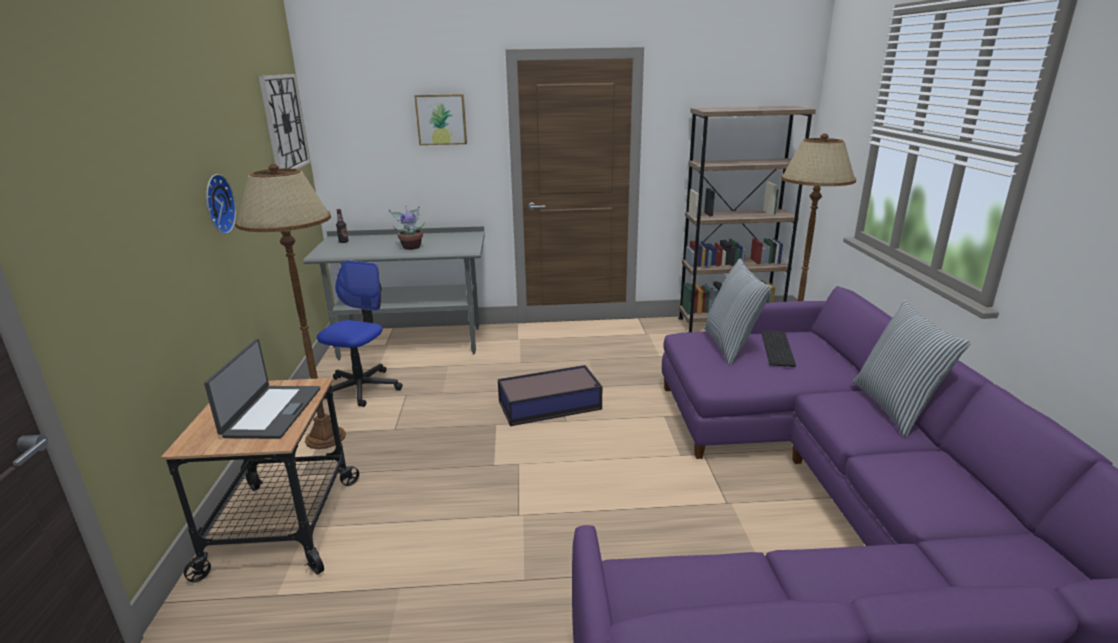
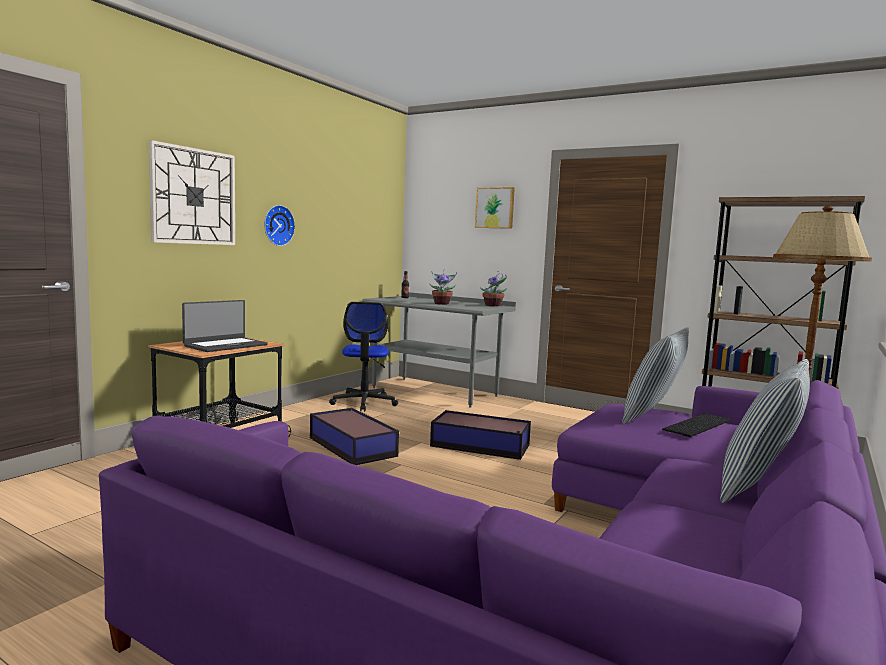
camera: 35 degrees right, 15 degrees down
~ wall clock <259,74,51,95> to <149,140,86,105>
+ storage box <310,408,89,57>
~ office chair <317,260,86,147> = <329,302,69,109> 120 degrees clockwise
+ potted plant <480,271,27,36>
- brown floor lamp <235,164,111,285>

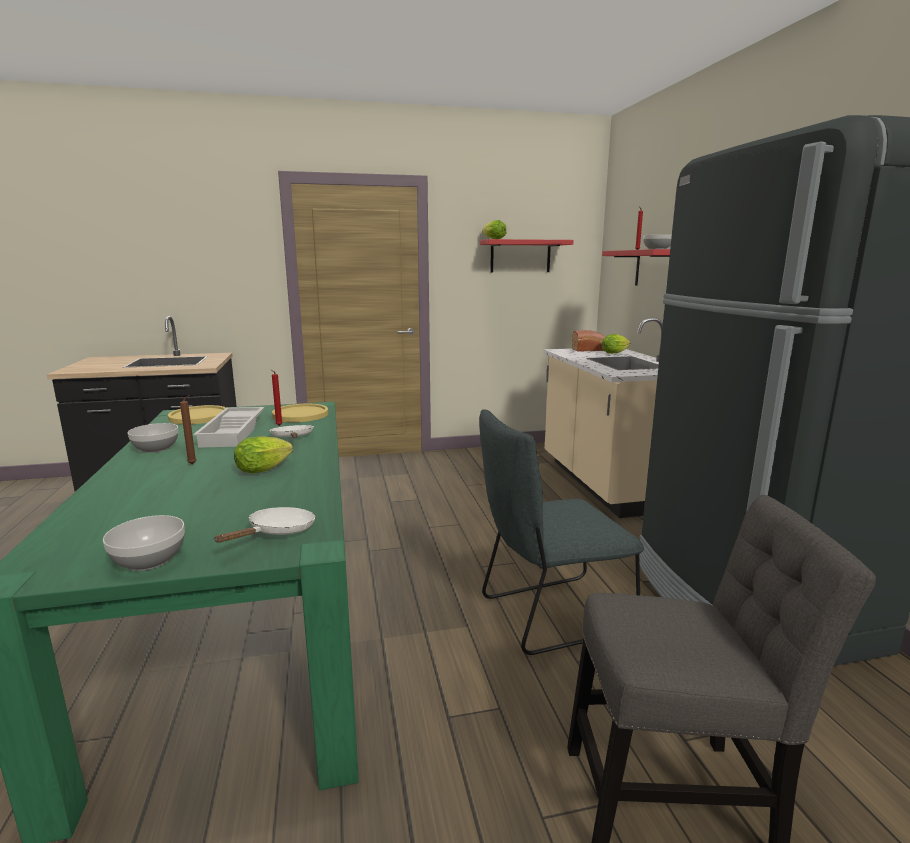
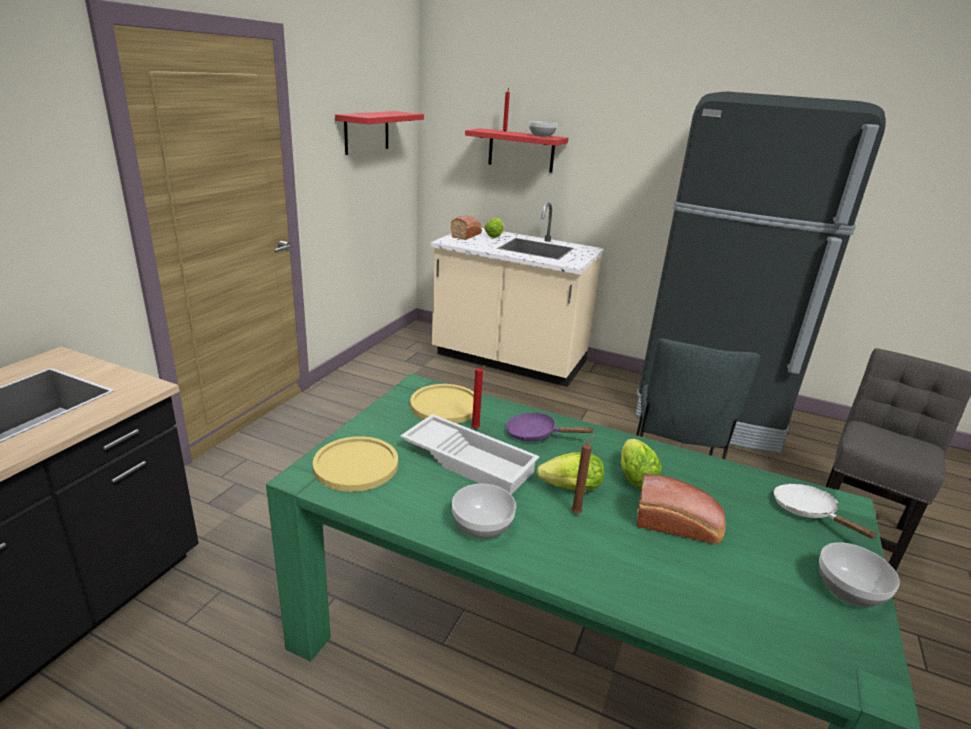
camera: 55 degrees left, 10 degrees up
~ white frying pan <269,425,45,13> to purple frying pan <506,412,88,29>
~ lettuce <482,220,24,19> to <536,452,68,39>
+ bread <637,474,89,70>

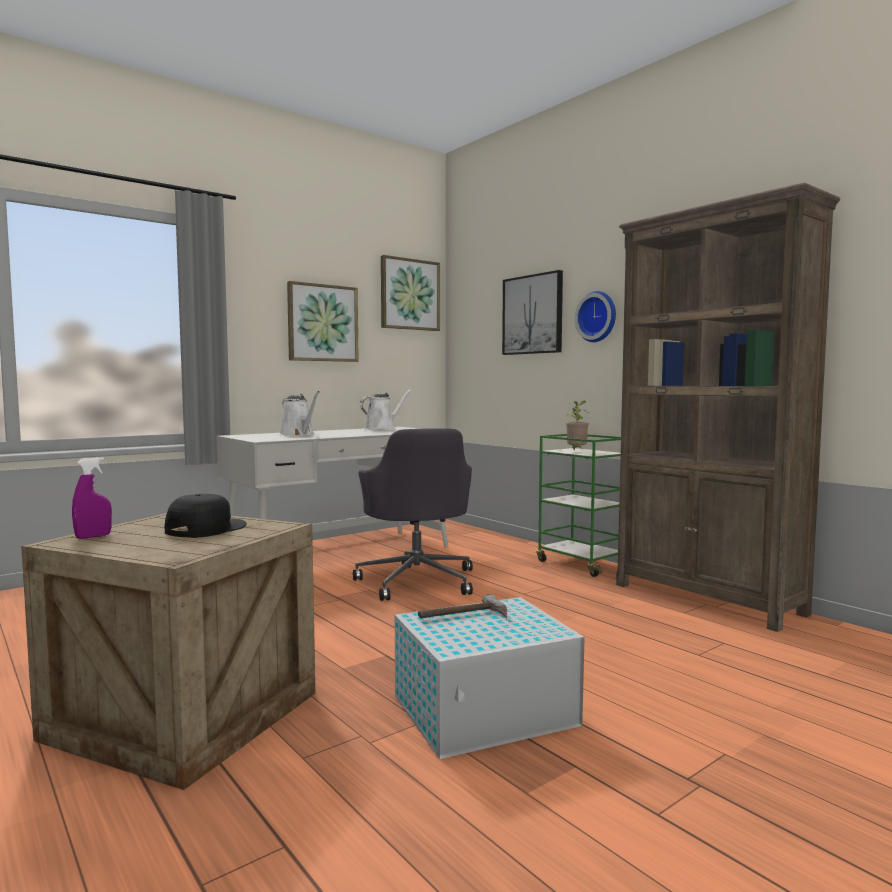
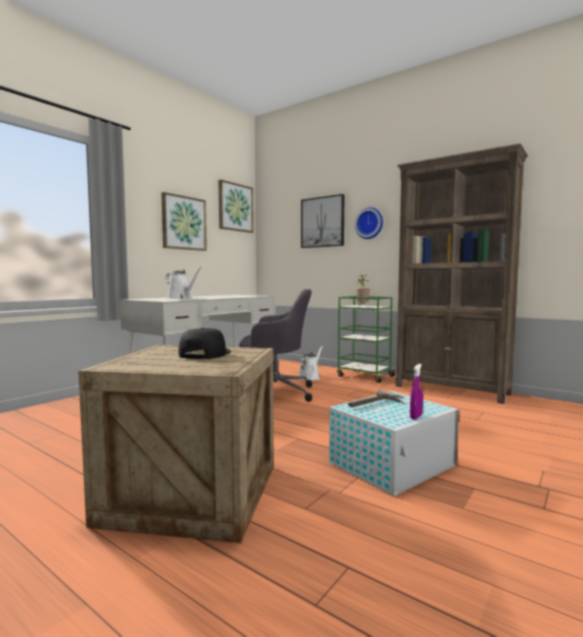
camera: 15 degrees left, 0 degrees up
~ grey office chair <353,428,120,173> = <239,289,73,113> 60 degrees counterclockwise
~ white watering can <360,389,52,41> to <299,346,24,35>
~ purple spray bottle <72,457,40,82> to <410,364,13,56>

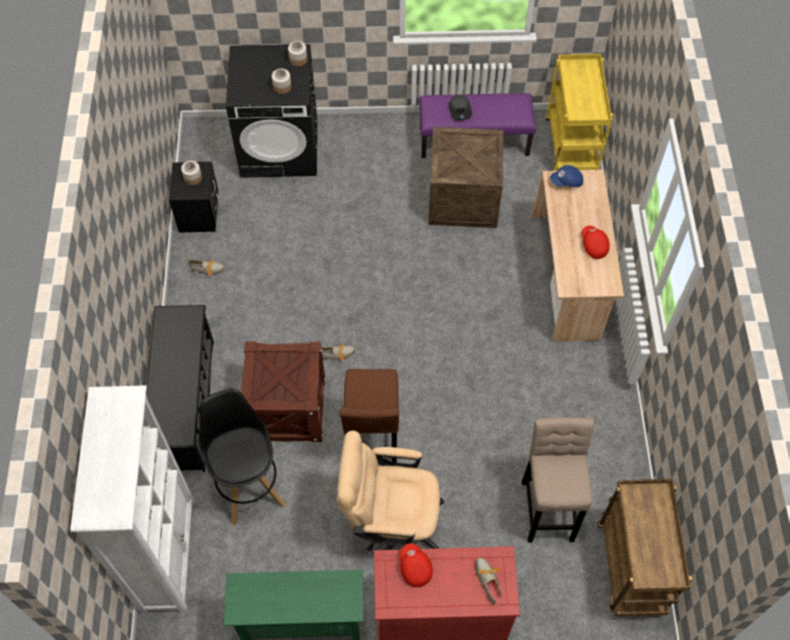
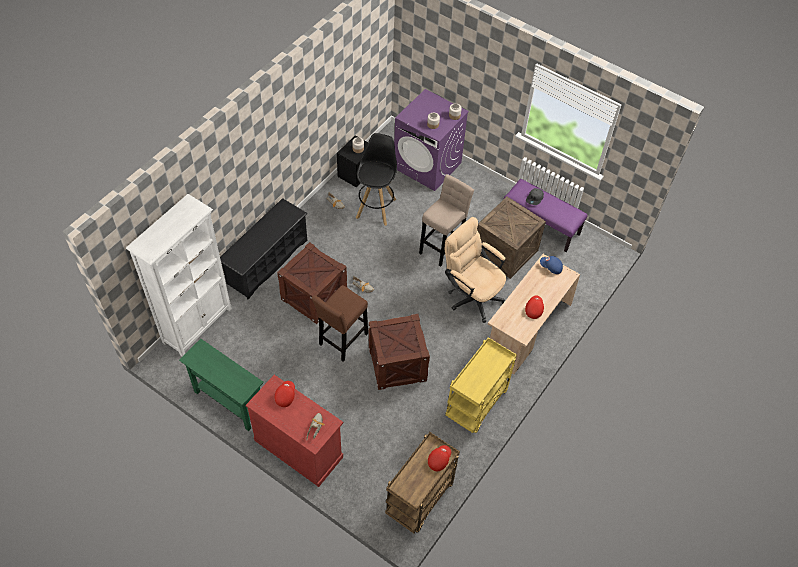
camera: 35 degrees right, 5 degrees down
~ black stool <199,389,86,137> to <356,133,41,93>
+ crate <368,314,62,76>
~ black washing machine <226,44,91,134> to purple washing machine <394,89,75,102>
~ beige stool <522,417,72,126> to <419,174,55,93>
+ red cap <428,445,23,26>
~ beige office chair <337,430,108,121> to <445,217,61,106>
~ yellow cart <546,54,67,117> to <445,337,72,96>

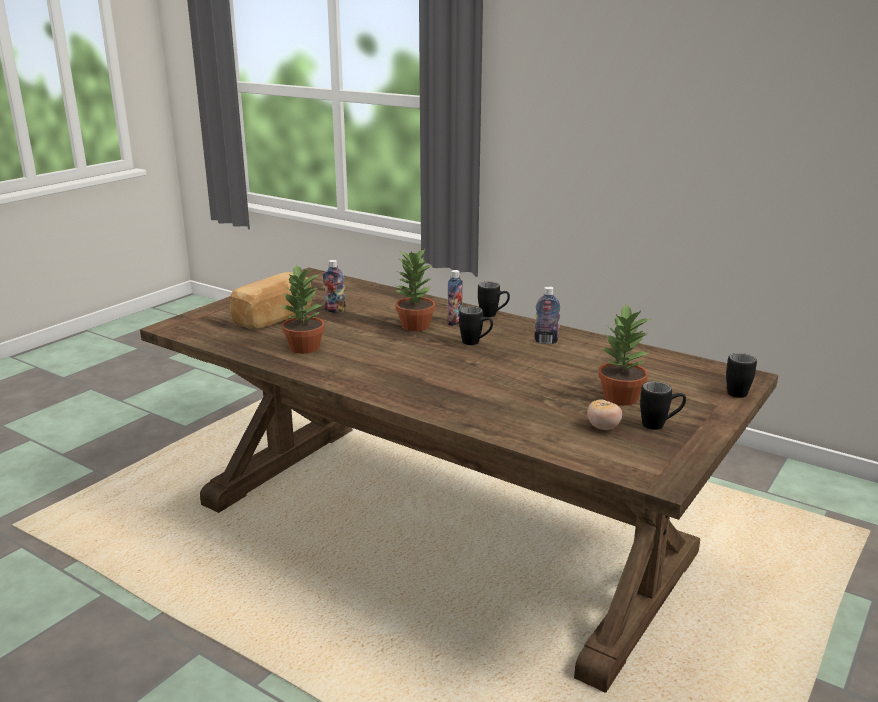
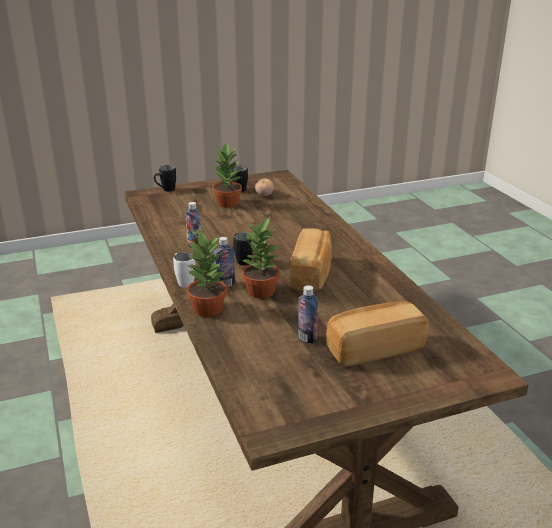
camera: 145 degrees left, 5 degrees up
~ black mug <478,282,32,35> to white mug <173,252,23,36>
~ potted plant <281,264,44,90> to <187,231,40,86>
+ bread <289,228,43,63>

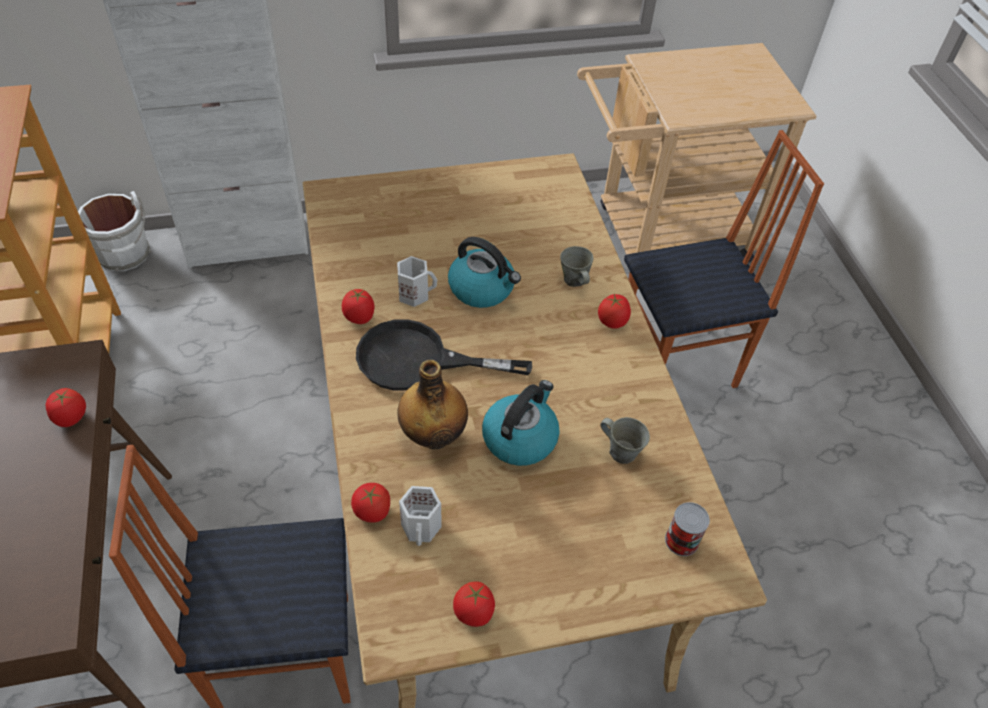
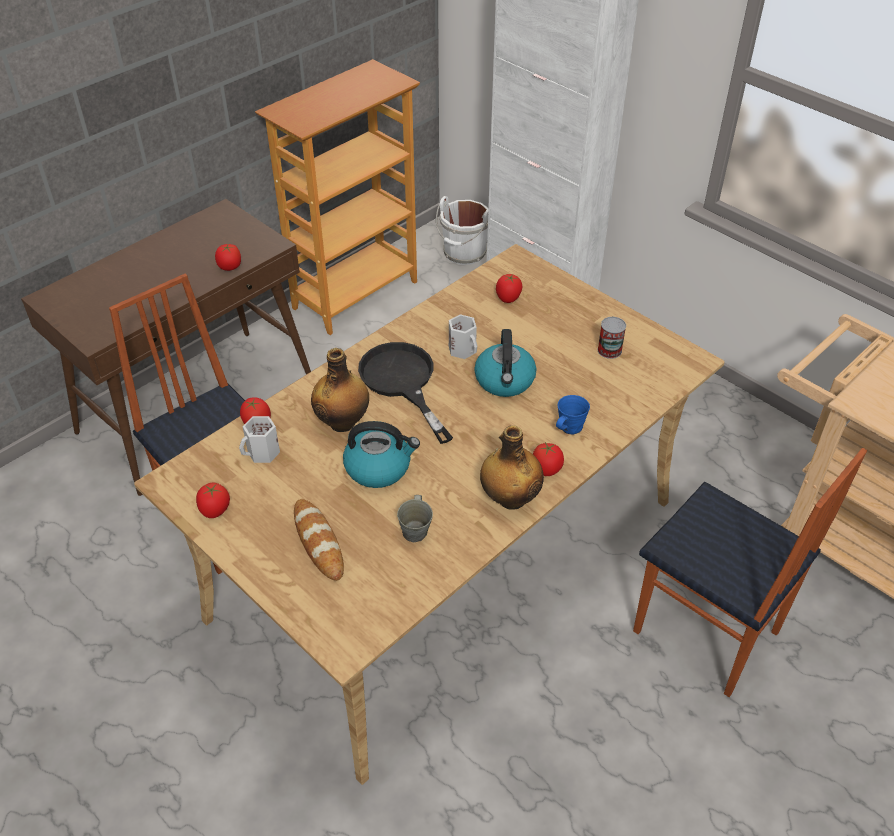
camera: 60 degrees right, 5 degrees down
+ bread <294,499,50,82>
+ bottle <480,425,64,85>
~ tomato <342,289,32,35> to <496,274,27,29>
~ grey mug <560,246,33,41> to blue mug <556,395,34,40>
~ can <665,502,45,54> to <597,317,29,42>

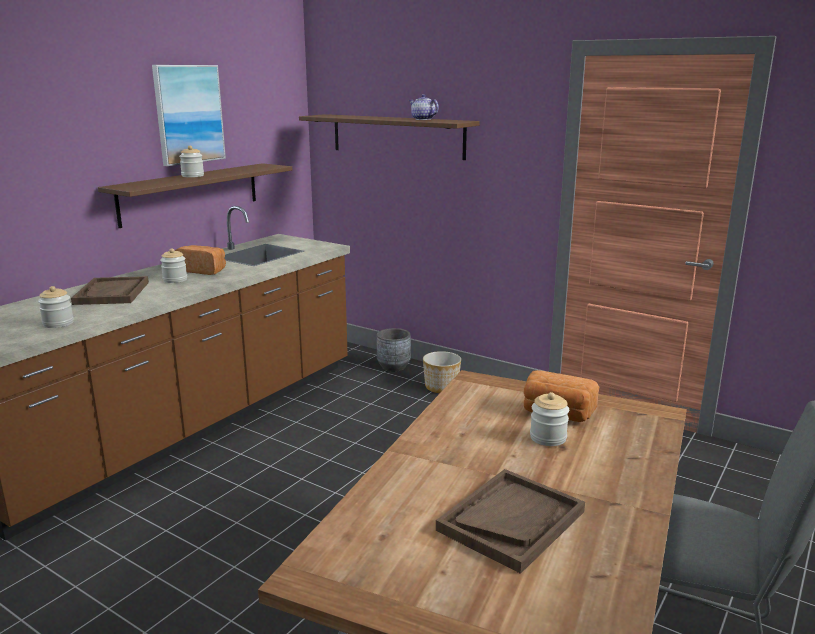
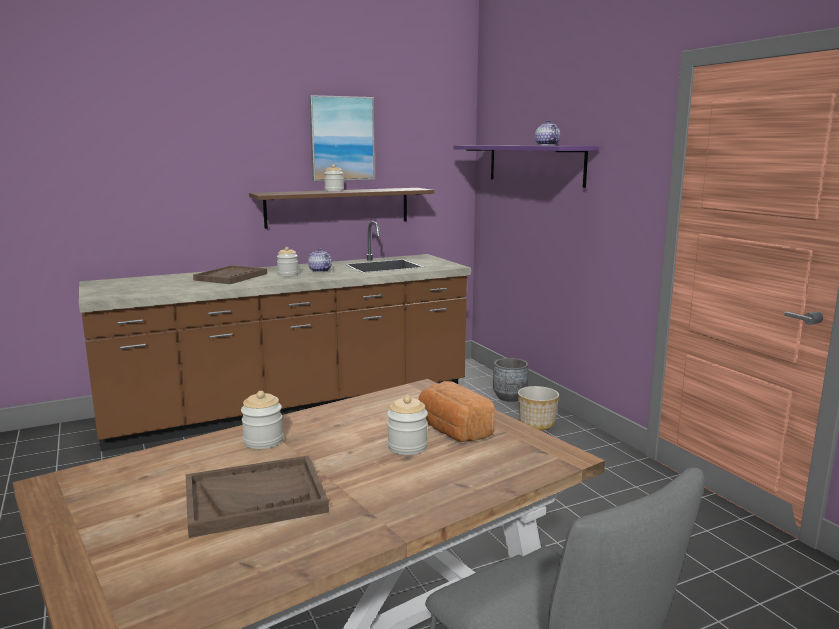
camera: 30 degrees right, 5 degrees down
~ jar <38,286,36,42> to <241,391,42,58>
~ bread <175,245,51,30> to teapot <308,248,24,24>
~ brown shelf <299,114,181,46> to purple shelf <453,145,146,43>

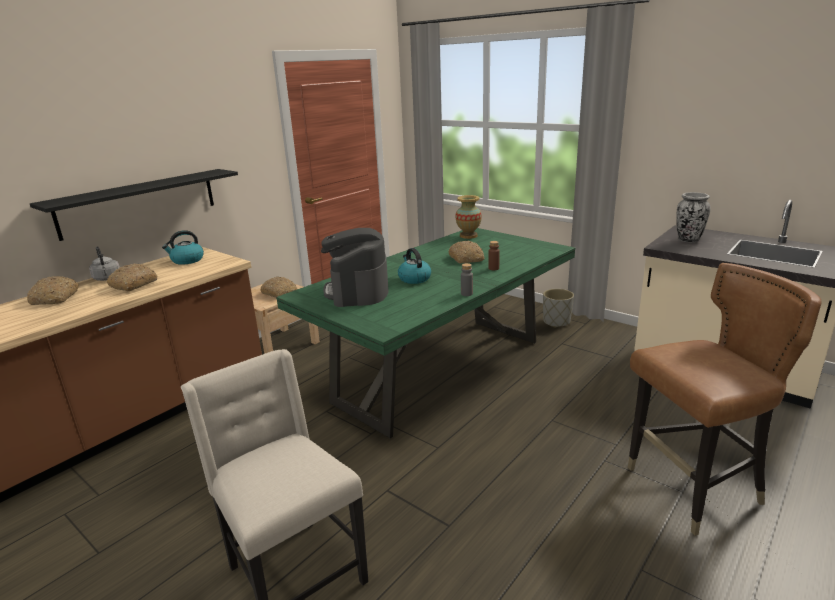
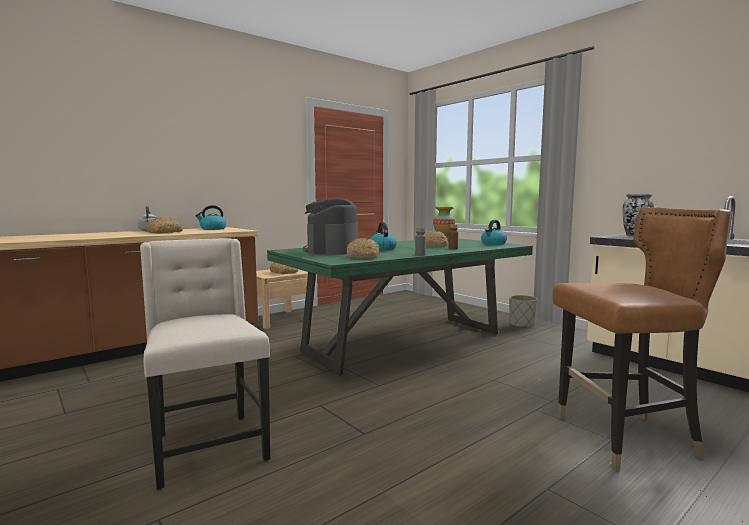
camera: 10 degrees right, 15 degrees down
~ bread <27,276,52,29> to <347,238,32,20>
+ kettle <481,220,26,25>
- black shelf <30,169,208,72>

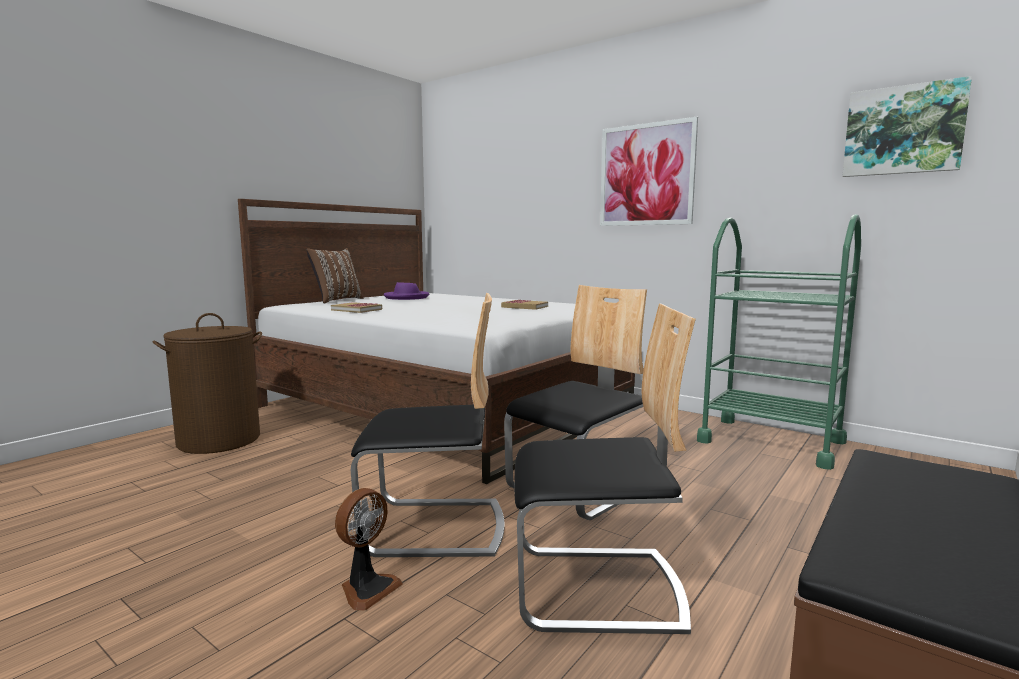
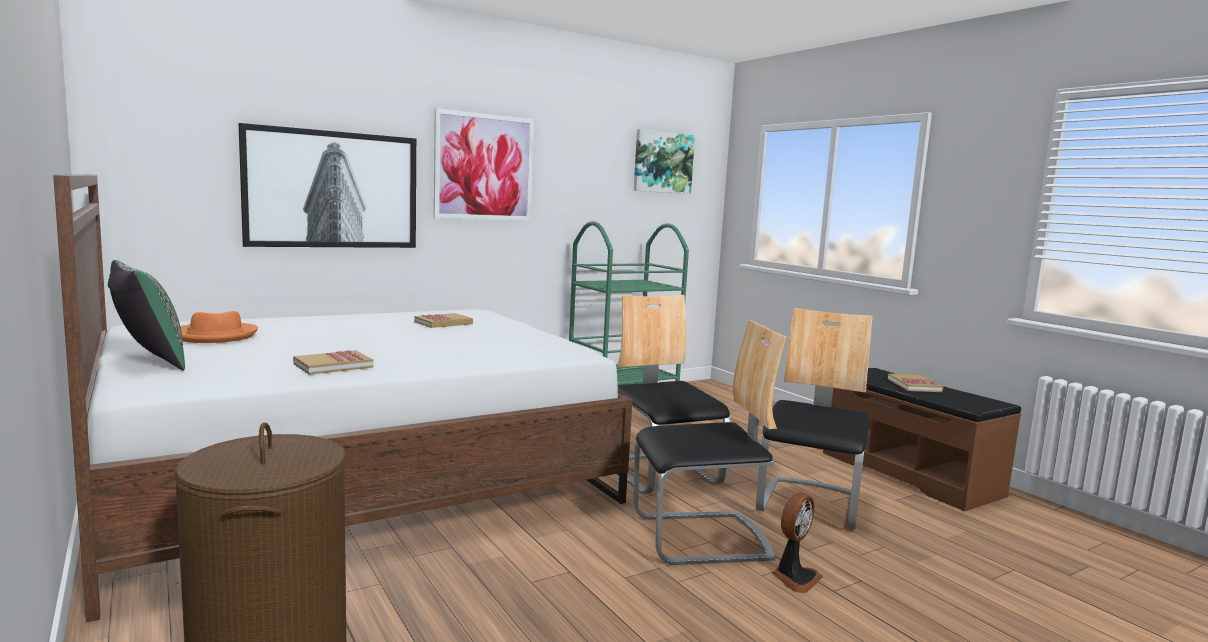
camera: 70 degrees left, 0 degrees up
~ brown pillow <306,248,57,56> to green pillow <108,260,77,111>
~ purple hat <384,282,45,18> to orange hat <180,311,78,32>
+ picture <238,123,178,125>
~ chair <351,293,154,264> = <633,320,153,245> 60 degrees clockwise
~ fan <335,488,68,123> = <772,492,51,101> 75 degrees clockwise
+ book <888,374,55,18>

